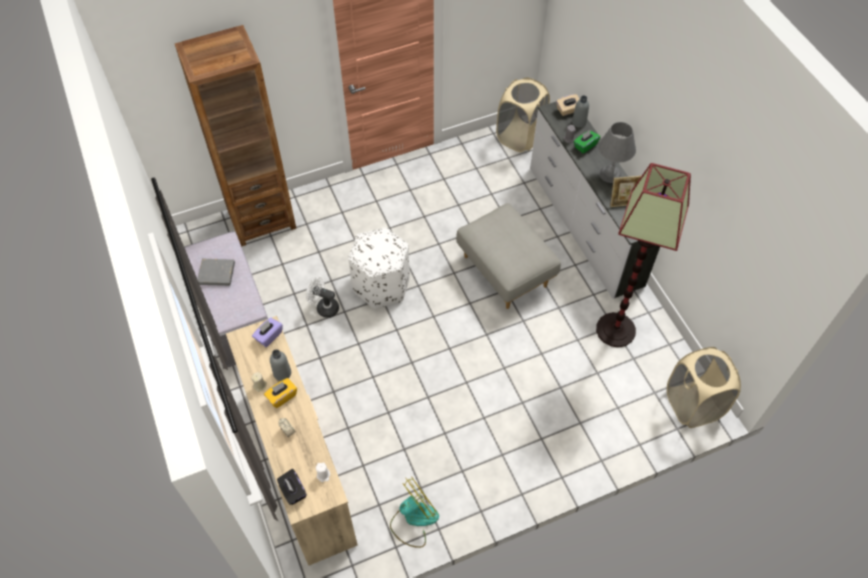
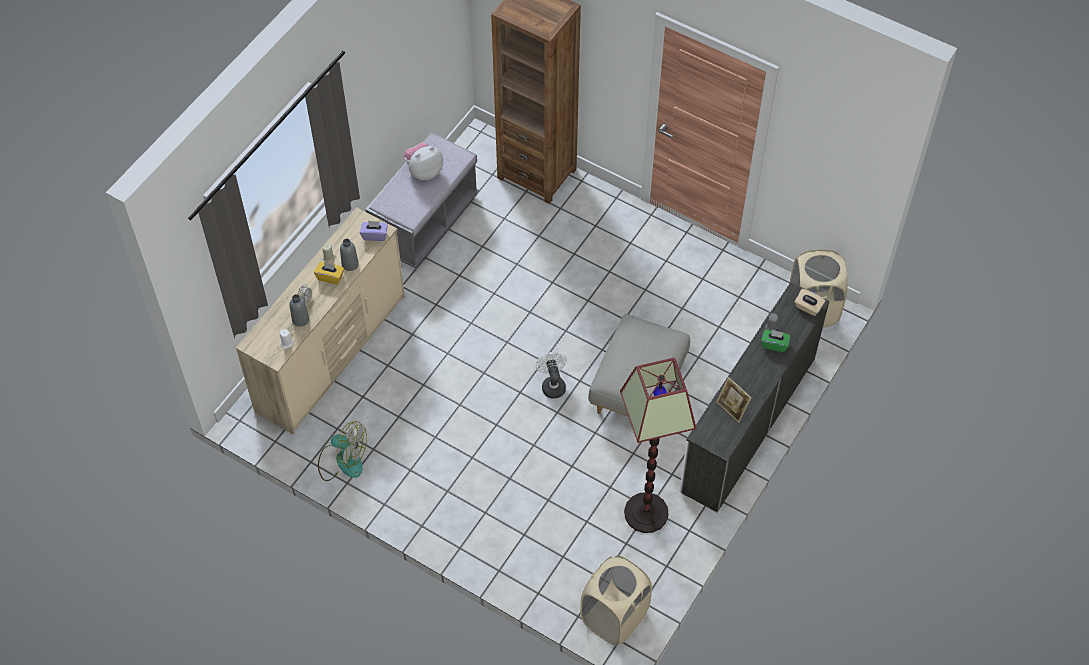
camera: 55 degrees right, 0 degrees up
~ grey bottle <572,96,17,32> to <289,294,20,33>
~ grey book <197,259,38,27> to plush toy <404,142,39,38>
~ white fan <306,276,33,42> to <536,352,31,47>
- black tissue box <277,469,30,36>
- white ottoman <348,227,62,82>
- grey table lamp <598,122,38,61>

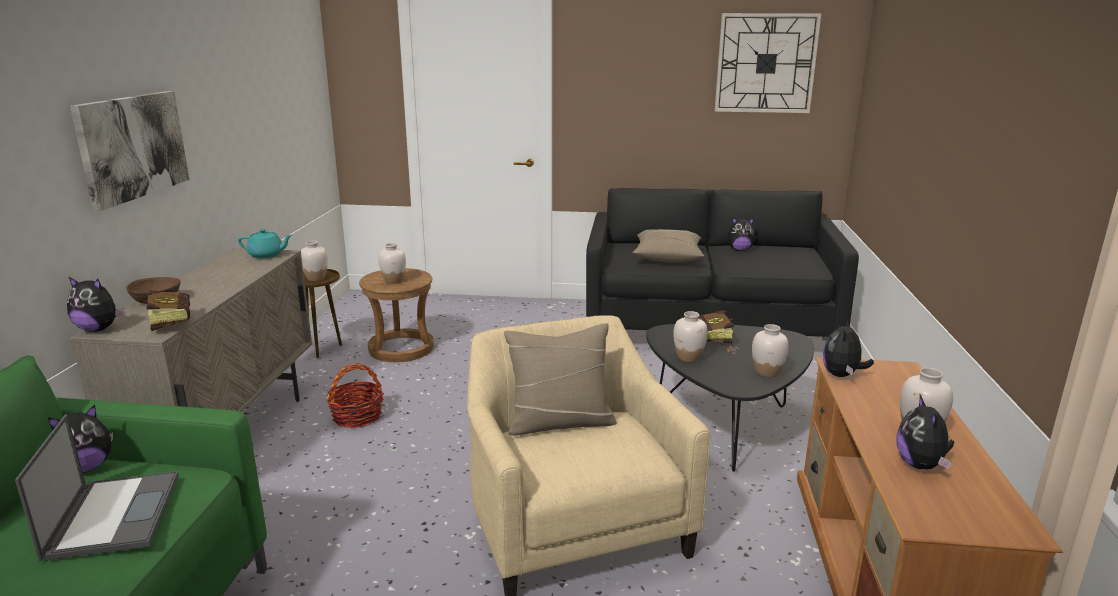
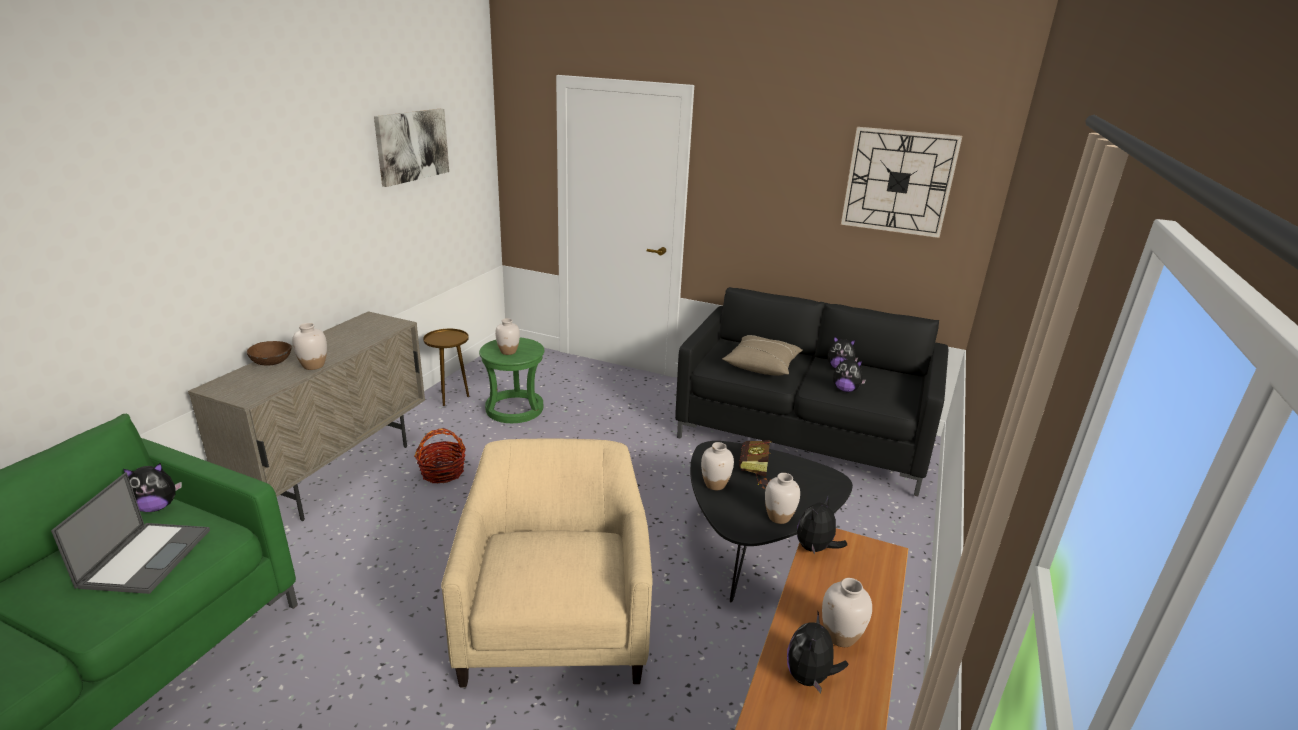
camera: 15 degrees right, 5 degrees up
~ white vase <301,241,27,40> to <292,323,35,47>
~ picture <70,91,120,120> to <374,109,75,78>
~ brown stool <359,268,75,94> to green stool <479,338,65,85>
~ plush toy <67,276,58,56> to <833,356,33,36>
- book <145,290,45,41>
- turquoise teapot <238,229,54,29>
- beige pillow <504,323,113,112>

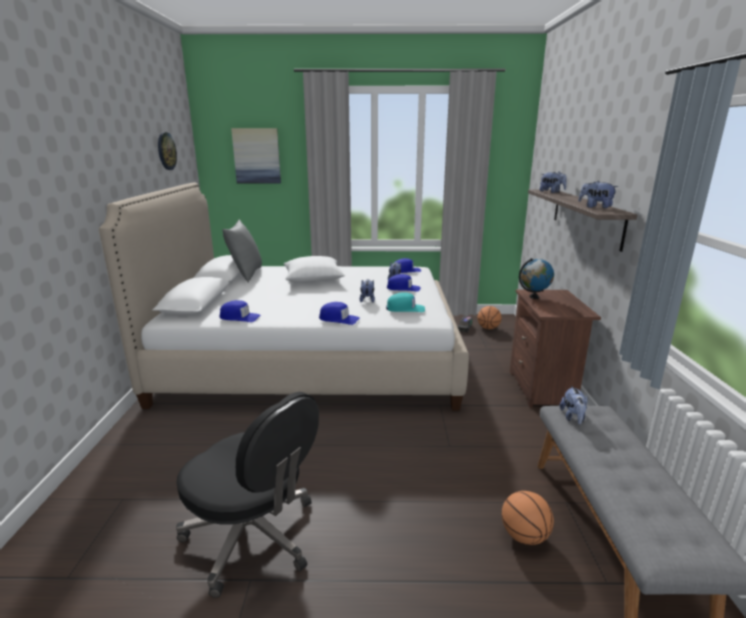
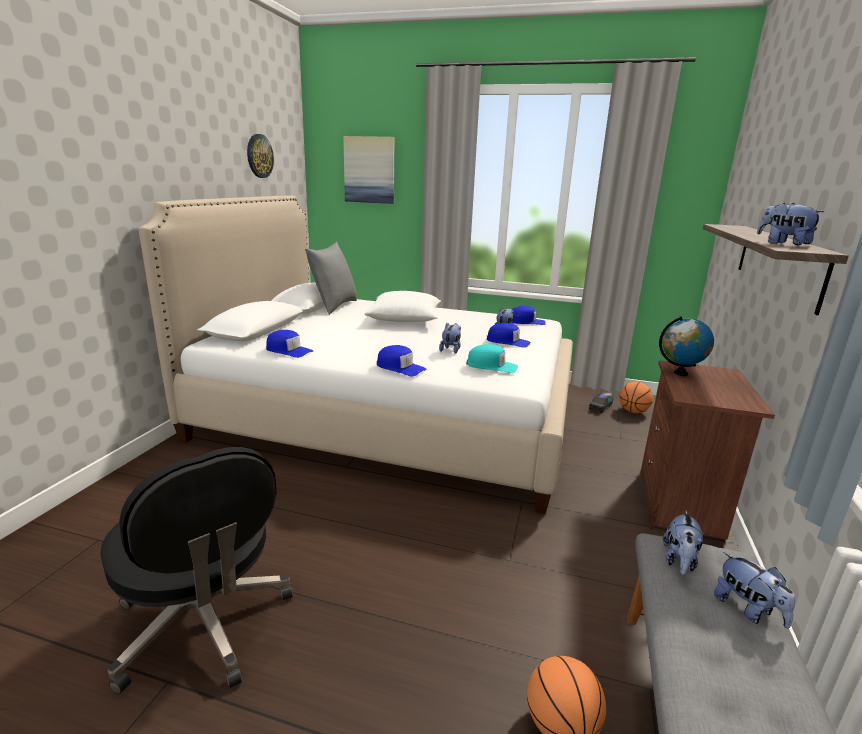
camera: 15 degrees right, 0 degrees up
~ plush toy <540,172,27,21> to <714,552,81,77>

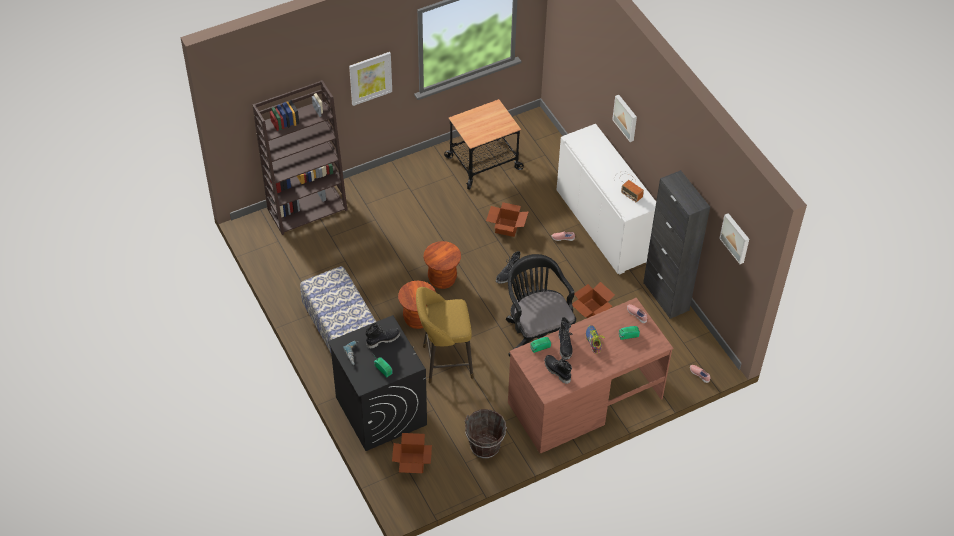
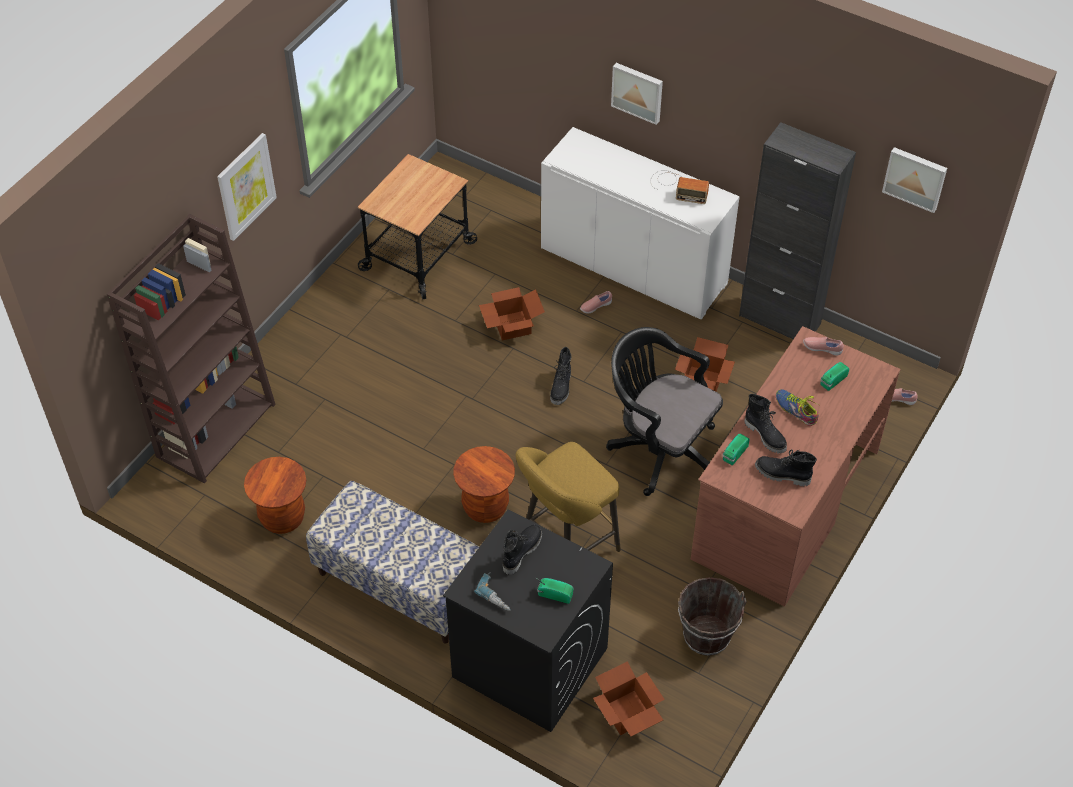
camera: 30 degrees left, 0 degrees up
~ brown stool <424,241,37,48> to <244,457,62,77>

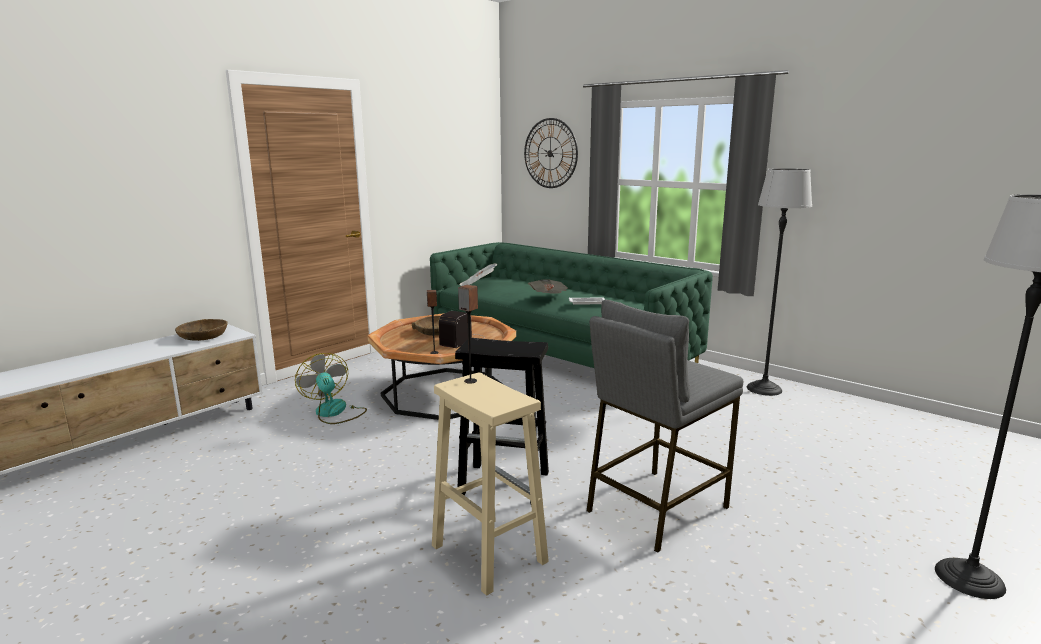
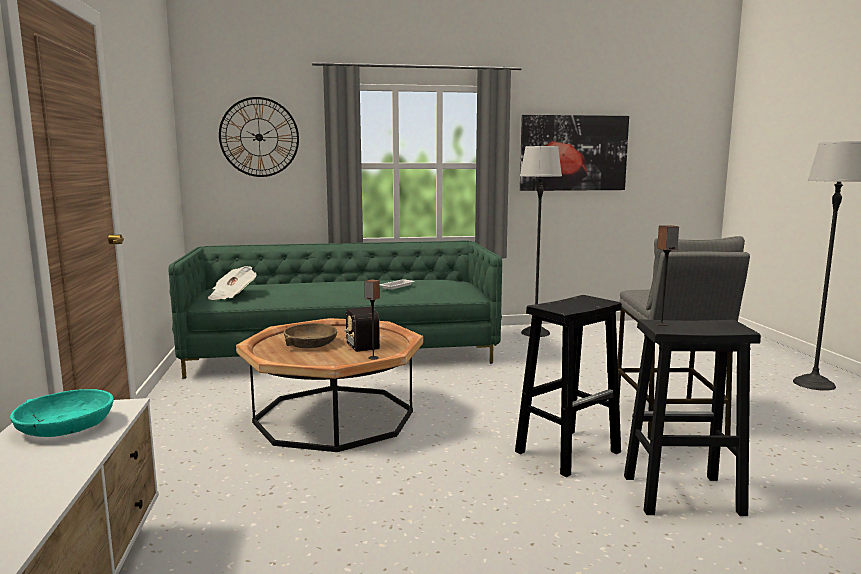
camera: 50 degrees left, 5 degrees down
~ brown bowl <175,319,53,22> to turquoise bowl <10,389,104,48>
+ picture <520,115,109,76>
~ beige stool <432,373,117,223> to black stool <624,319,137,197>
- fan <295,353,72,71>
- newspaper <528,279,40,15>

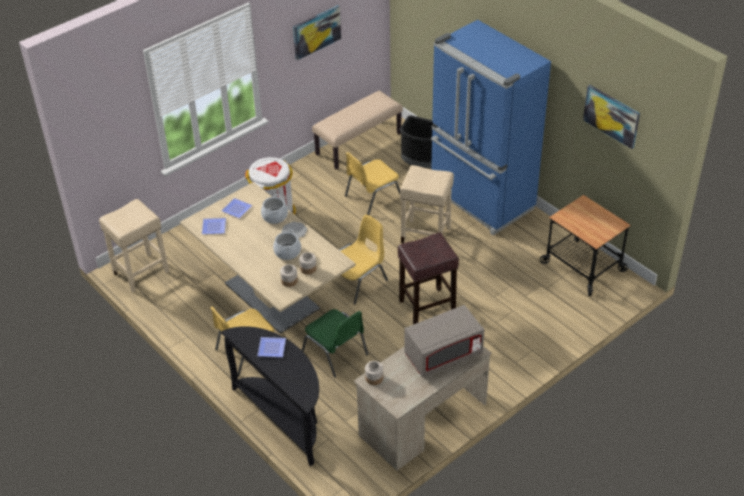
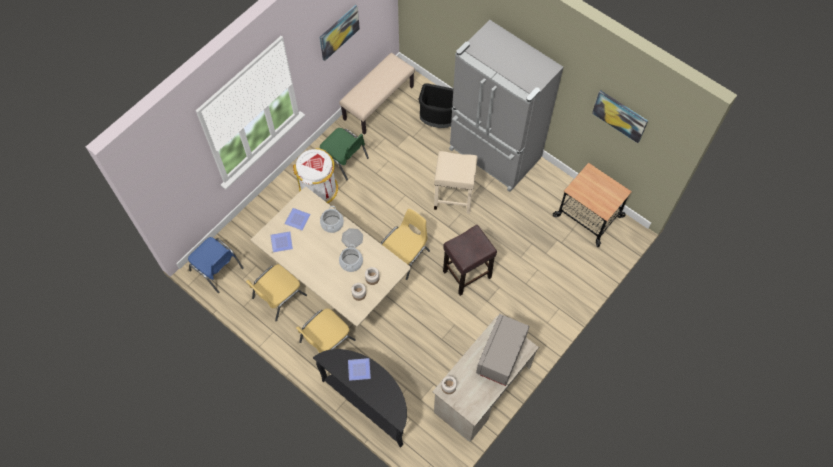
camera: 10 degrees left, 20 degrees up
~ beige stool <99,199,71,93> to blue chair <188,237,56,56>
~ yellow chair <345,152,55,63> to <246,264,61,57>
~ green chair <301,309,67,69> to <320,128,49,52>
~ blue fridge <431,20,120,215> to grey fridge <449,20,114,172>
~ grey microwave <404,305,80,72> = <476,314,53,72> 150 degrees clockwise

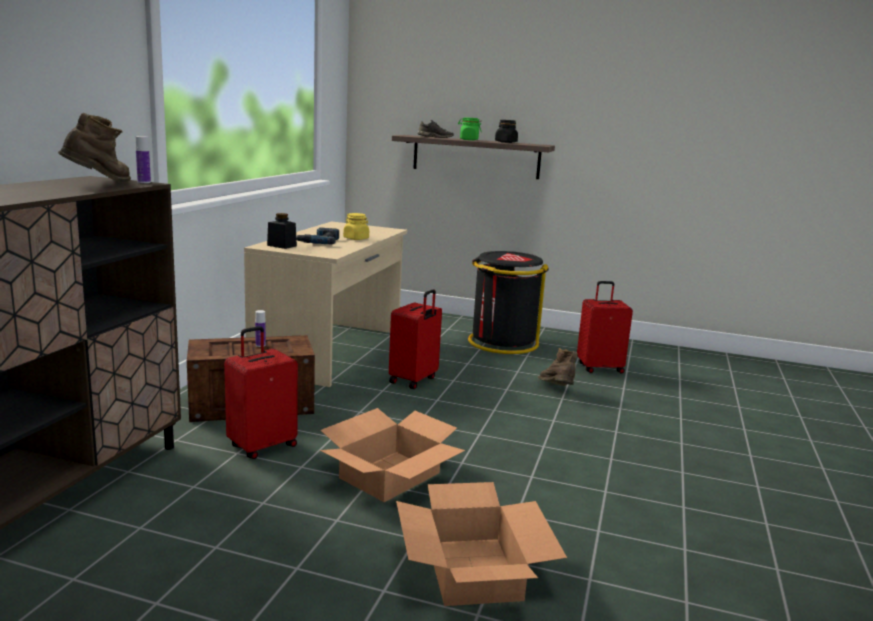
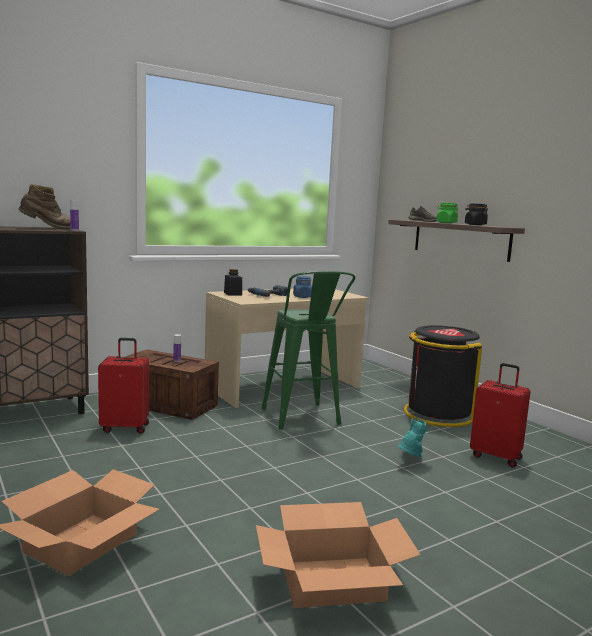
camera: 40 degrees right, 5 degrees down
~ cardboard box <320,408,145,94> to <256,502,165,106>
~ red suitcase <389,289,53,100> to green stool <262,271,93,159>
~ yellow jar <343,213,26,27> to blue jar <293,276,19,22>
~ brown boot <538,348,40,38> to turquoise boot <398,417,35,41>

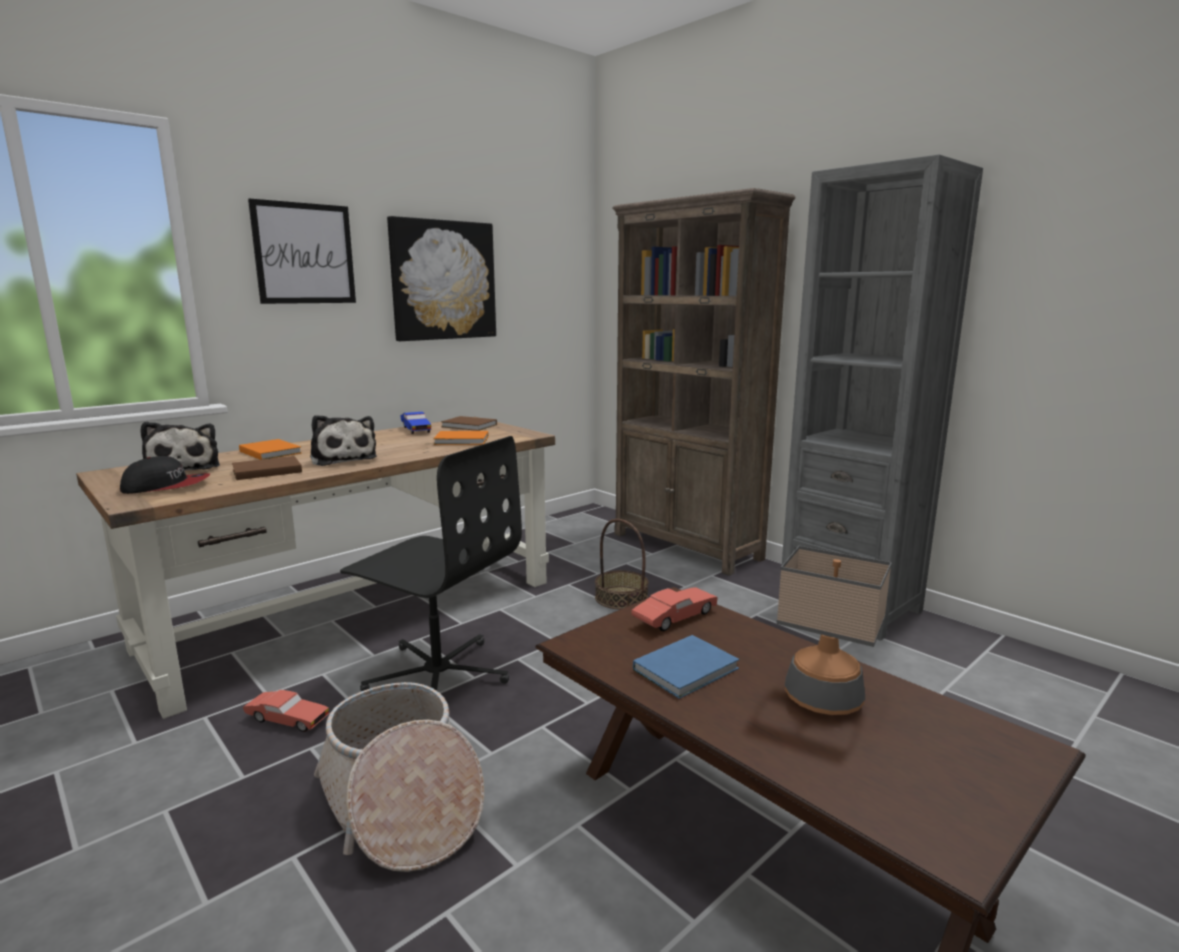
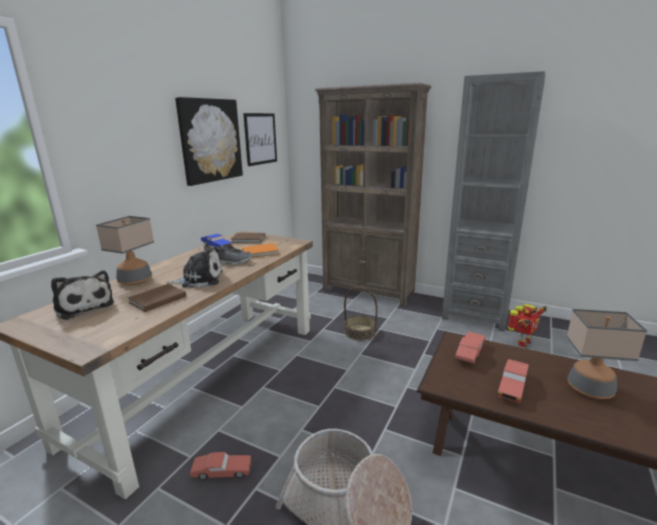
camera: 20 degrees left, 5 degrees up
~ orange book <239,439,63,21> to table lamp <96,216,58,69>
~ plush toy <310,415,67,51> = <167,245,56,43> 45 degrees counterclockwise
+ shoe <211,244,41,21>
~ picture <248,198,108,106> to <243,113,34,53>
~ blue book <633,635,106,64> to red toy car <498,359,31,44>
+ toy robot <508,304,39,43>
- cap <120,456,90,38>
- black office chair <340,436,182,255>

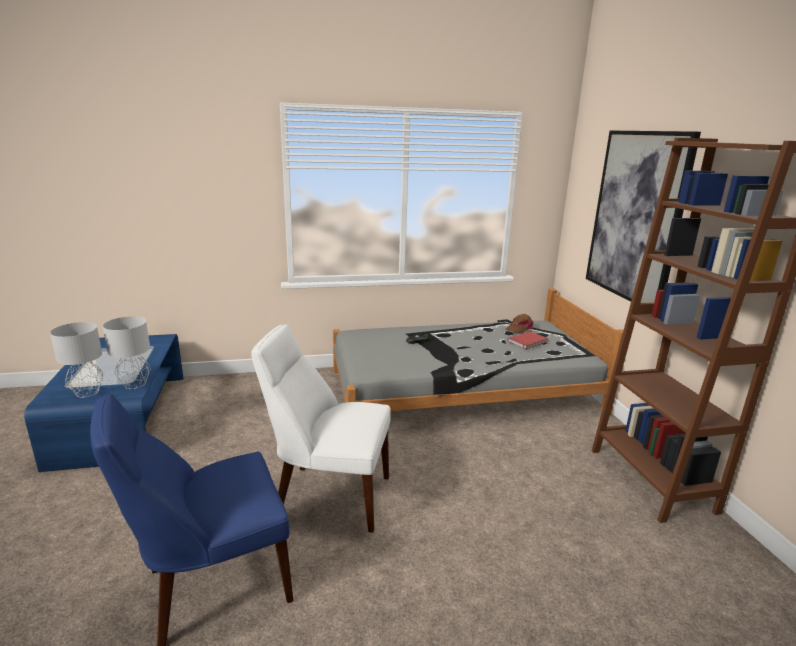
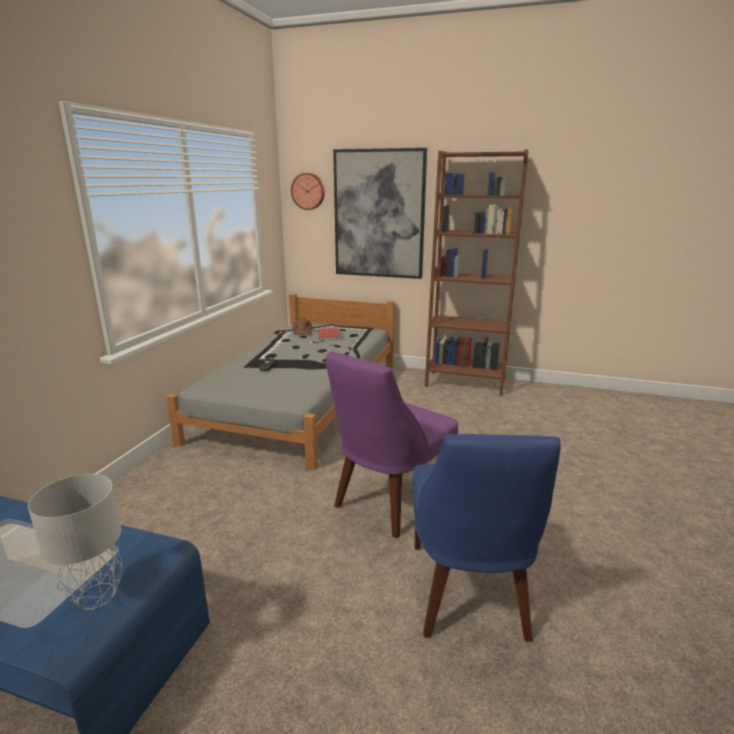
camera: 60 degrees left, 0 degrees up
+ wall clock <291,173,34,37>
~ white chair <251,324,140,209> to purple chair <326,352,132,186>
- grey table lamp <103,317,48,72>

